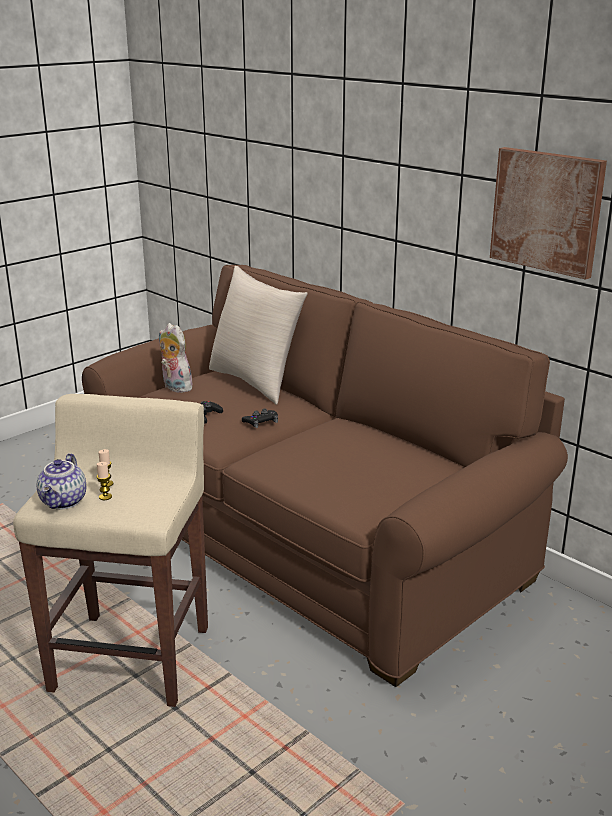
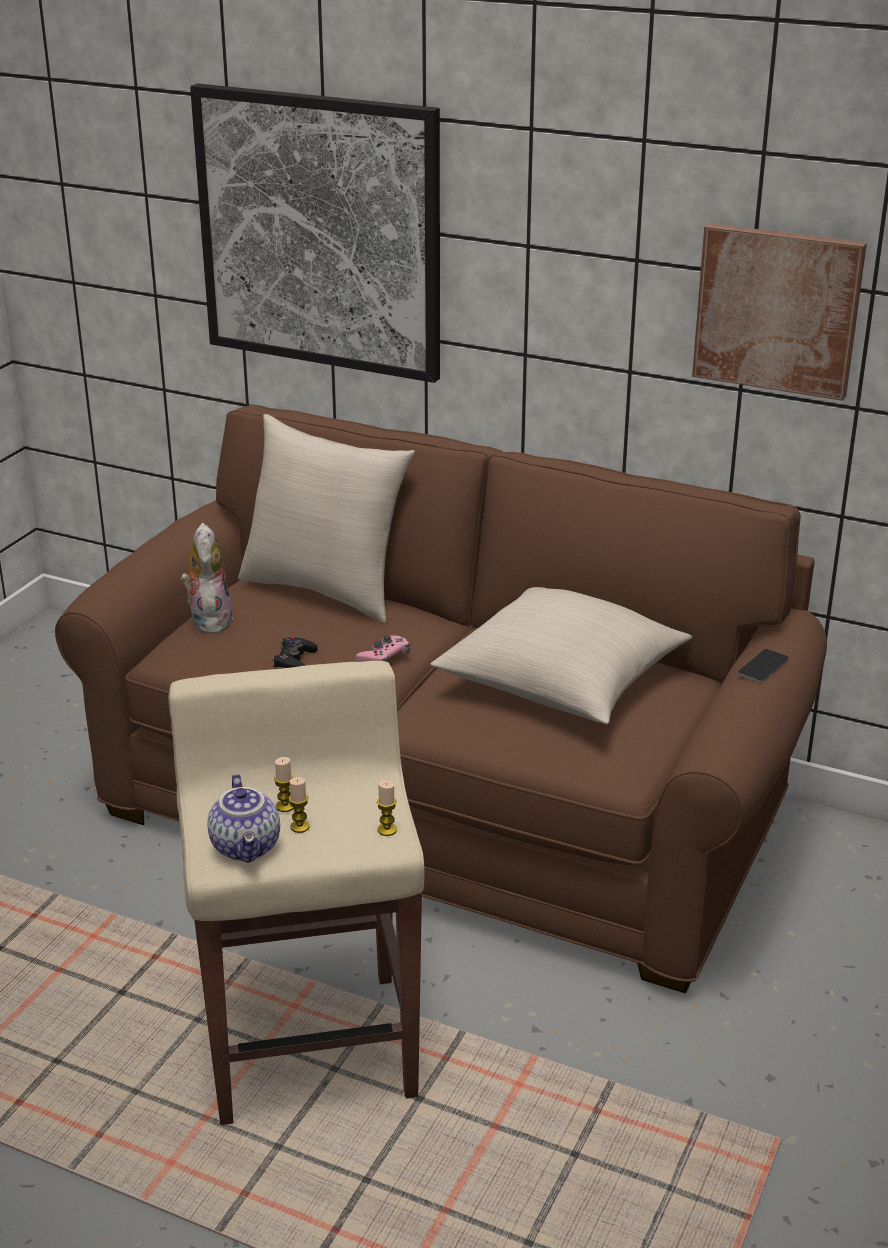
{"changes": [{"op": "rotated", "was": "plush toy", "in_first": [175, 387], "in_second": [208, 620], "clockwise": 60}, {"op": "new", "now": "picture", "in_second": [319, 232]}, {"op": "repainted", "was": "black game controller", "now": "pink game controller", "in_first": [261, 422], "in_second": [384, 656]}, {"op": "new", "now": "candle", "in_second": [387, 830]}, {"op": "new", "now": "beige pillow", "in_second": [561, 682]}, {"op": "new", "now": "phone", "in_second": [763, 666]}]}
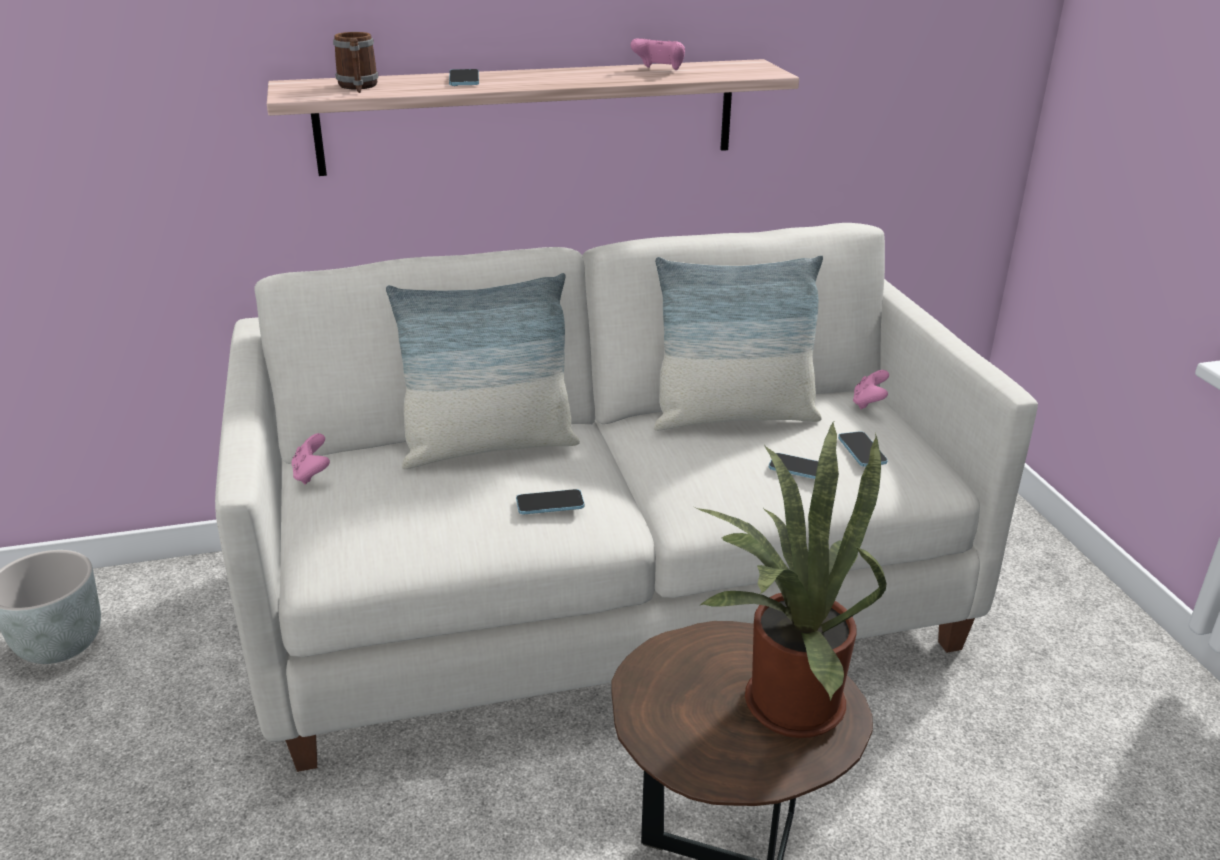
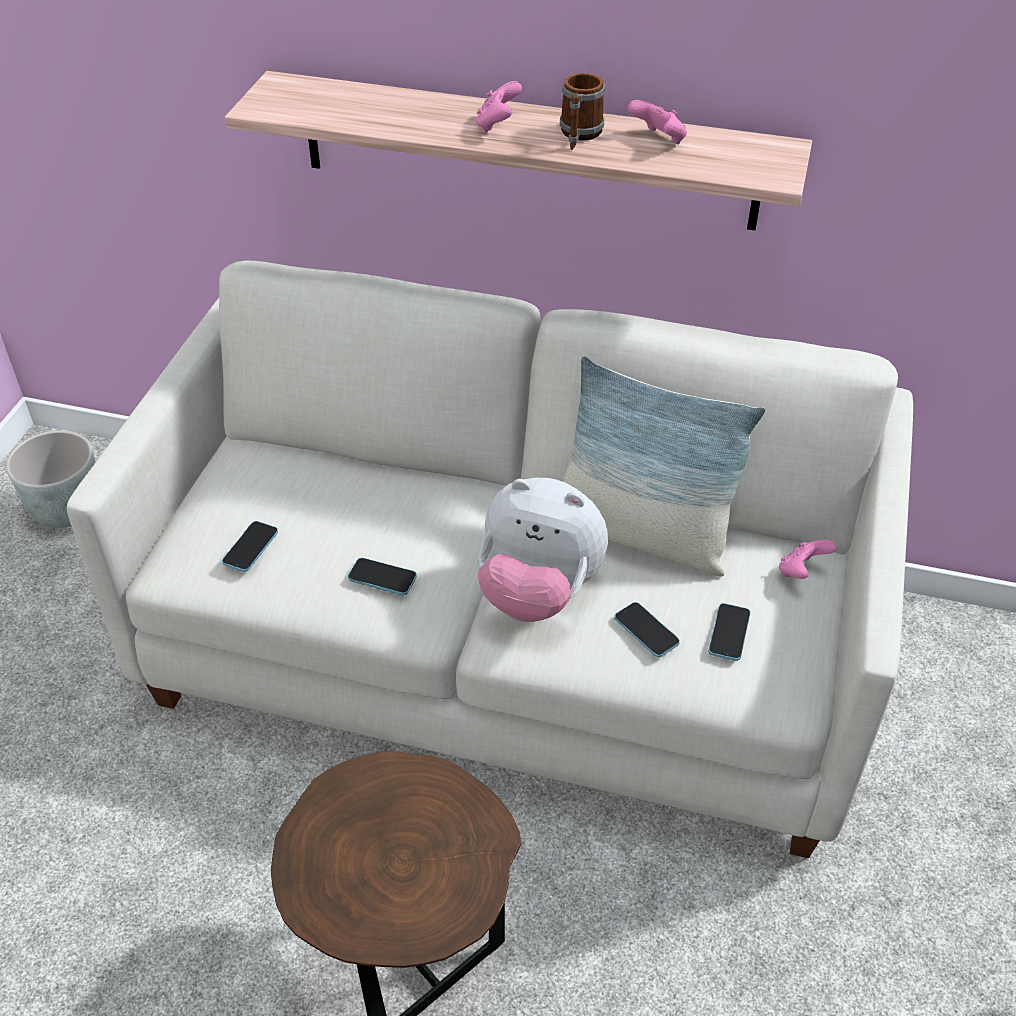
{"changes": [{"op": "shifted", "was": "phone", "in_first": [464, 79], "in_second": [250, 547]}, {"op": "shifted", "was": "pink game controller", "in_first": [312, 474], "in_second": [497, 125]}, {"op": "new", "now": "plush toy", "in_second": [538, 592]}, {"op": "shifted", "was": "mug", "in_first": [358, 87], "in_second": [579, 135]}, {"op": "gone", "was": "pillow", "in_first": [489, 447]}, {"op": "gone", "was": "potted plant", "in_first": [783, 702]}]}
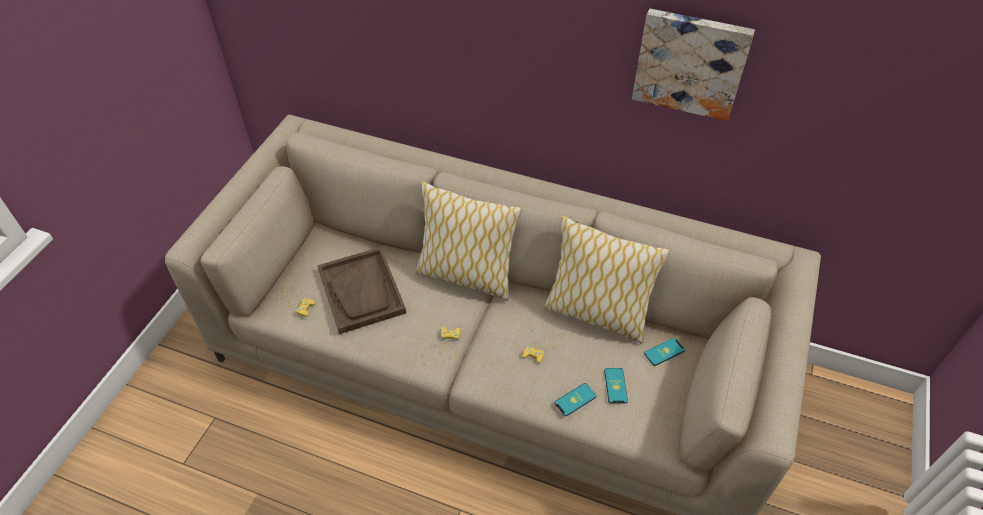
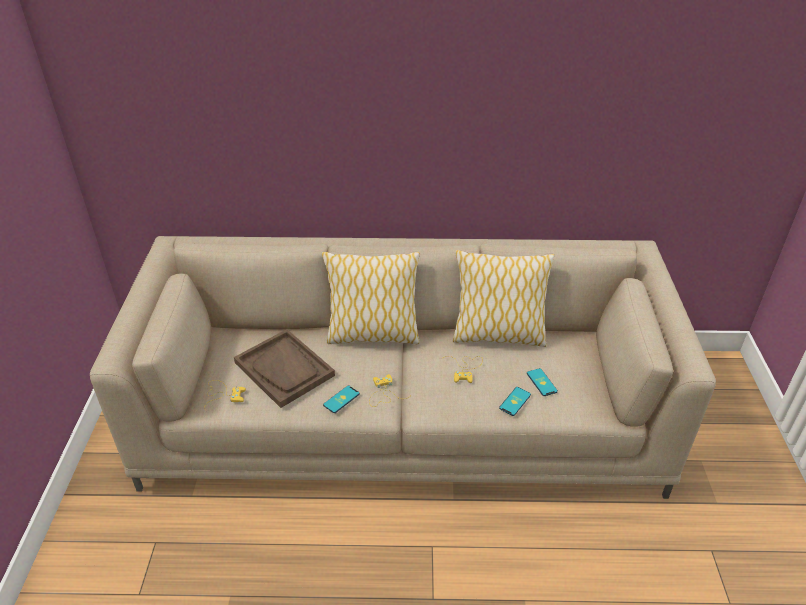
{"changes": [{"op": "shifted", "was": "phone", "in_first": [664, 352], "in_second": [341, 399]}, {"op": "gone", "was": "picture", "in_first": [690, 63]}]}
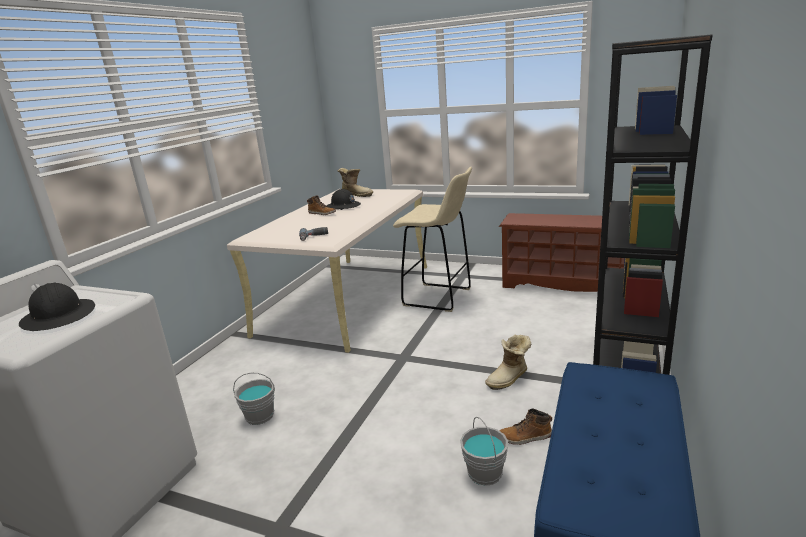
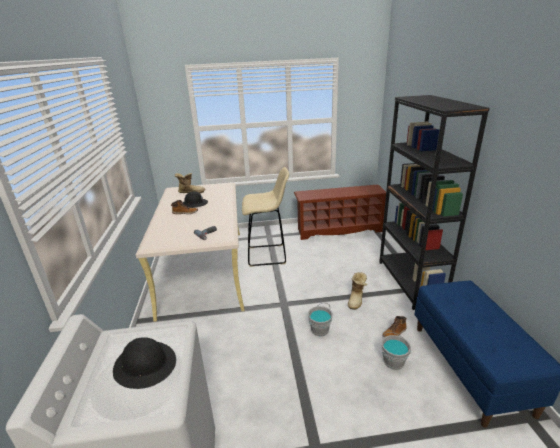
{"changes": [{"op": "shifted", "was": "grey bucket", "in_first": [259, 416], "in_second": [320, 330]}]}
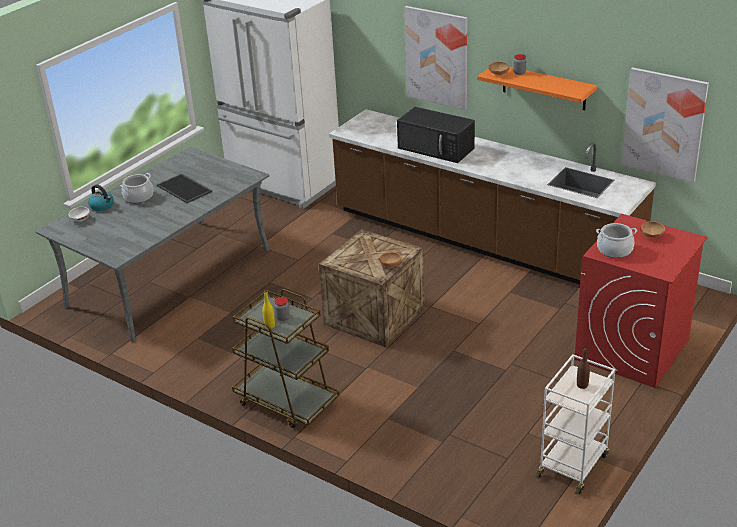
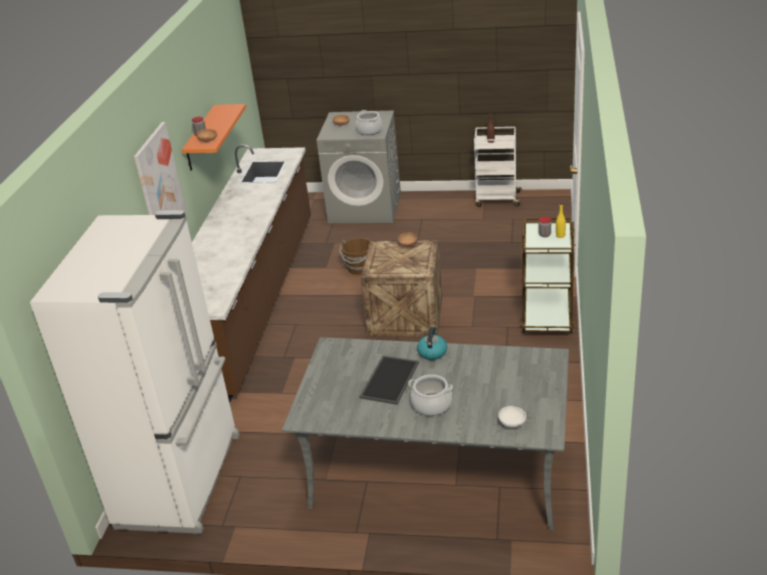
{"changes": [{"op": "repainted", "was": "red washing machine", "now": "grey washing machine", "in_first": [632, 350], "in_second": [365, 208]}, {"op": "new", "now": "brown bucket", "in_second": [359, 268]}, {"op": "shifted", "was": "kettle", "in_first": [102, 206], "in_second": [432, 352]}, {"op": "gone", "was": "black microwave", "in_first": [437, 148]}, {"op": "gone", "was": "picture", "in_first": [664, 124]}]}
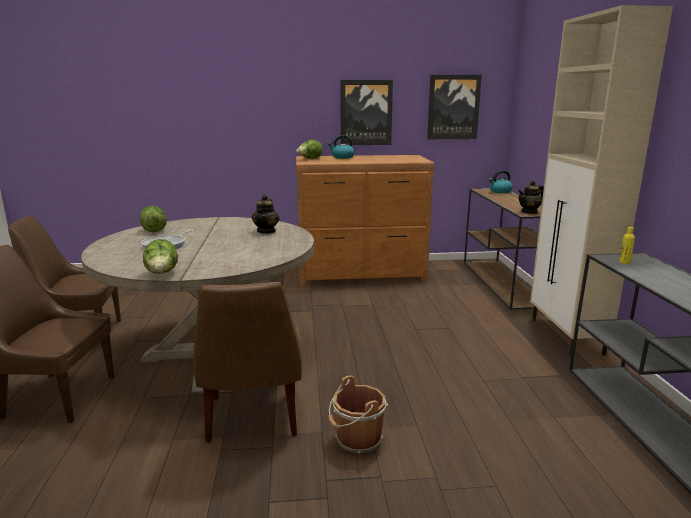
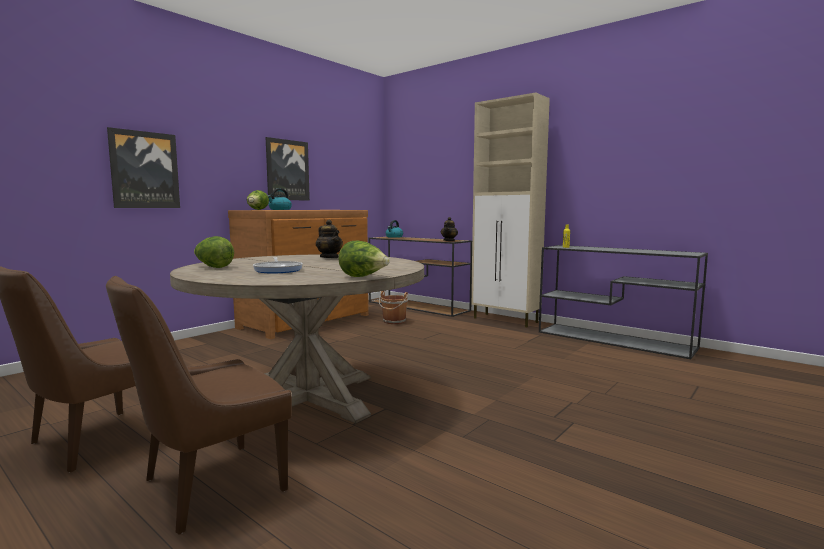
{"changes": [{"op": "shifted", "was": "picture", "in_first": [453, 107], "in_second": [144, 170]}, {"op": "shifted", "was": "brown bucket", "in_first": [357, 441], "in_second": [394, 321]}, {"op": "gone", "was": "brown chair", "in_first": [253, 418]}]}
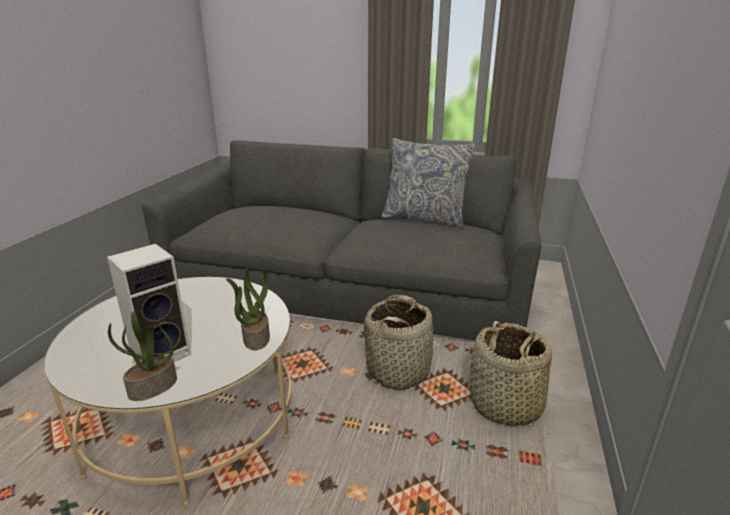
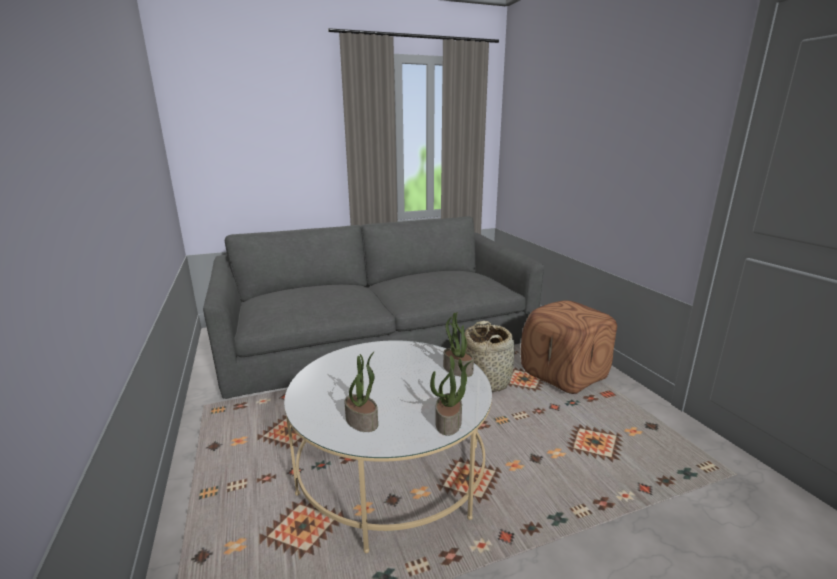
{"changes": [{"op": "new", "now": "potted plant", "in_second": [362, 421]}, {"op": "swapped", "was": "basket", "now": "brown ottoman", "in_first": [505, 405], "in_second": [564, 374]}, {"op": "gone", "was": "speaker", "in_first": [162, 353]}, {"op": "gone", "was": "pillow", "in_first": [424, 218]}]}
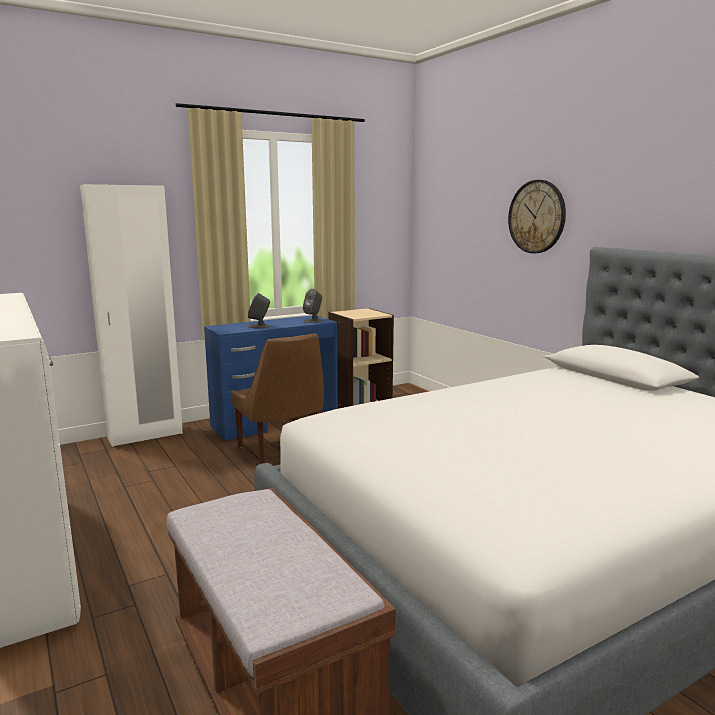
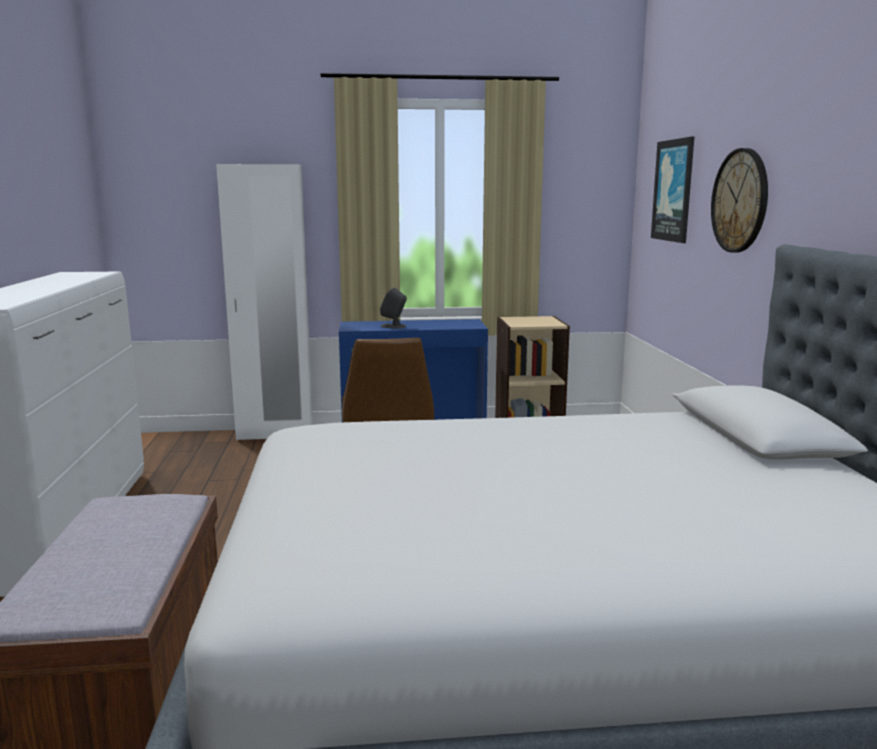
{"changes": [{"op": "new", "now": "picture", "in_second": [673, 190]}, {"op": "gone", "was": "grey speaker", "in_first": [313, 321]}]}
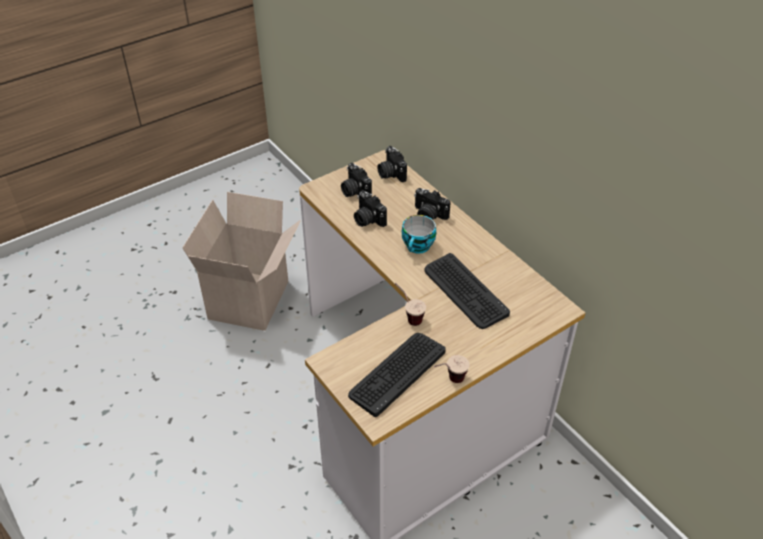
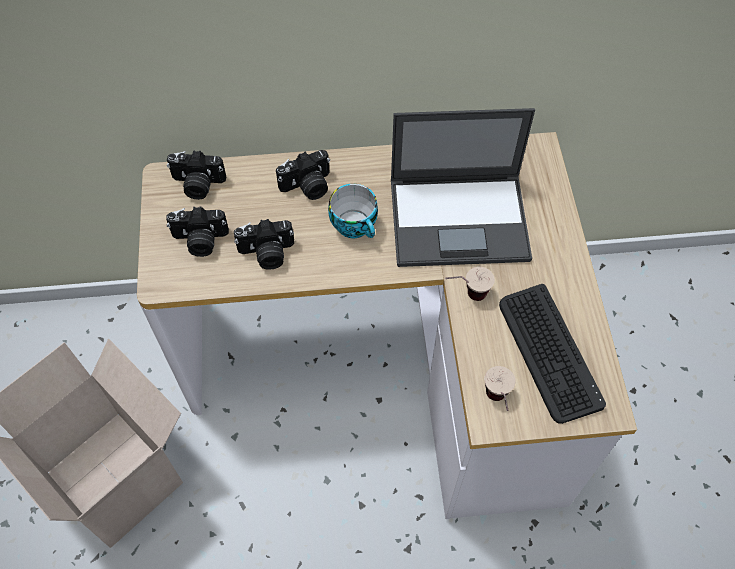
{"changes": [{"op": "swapped", "was": "keyboard", "now": "laptop", "in_first": [465, 291], "in_second": [460, 219]}, {"op": "shifted", "was": "cup", "in_first": [449, 381], "in_second": [497, 403]}]}
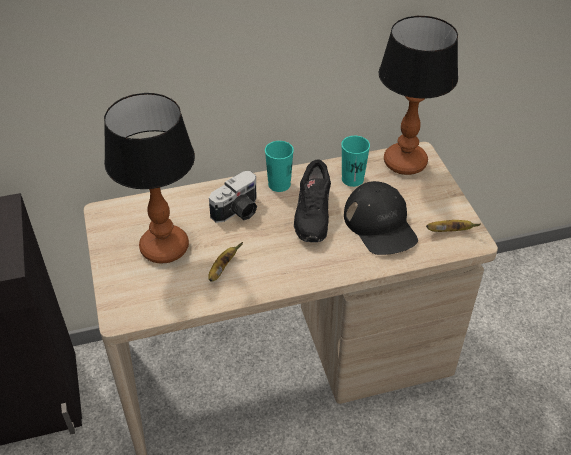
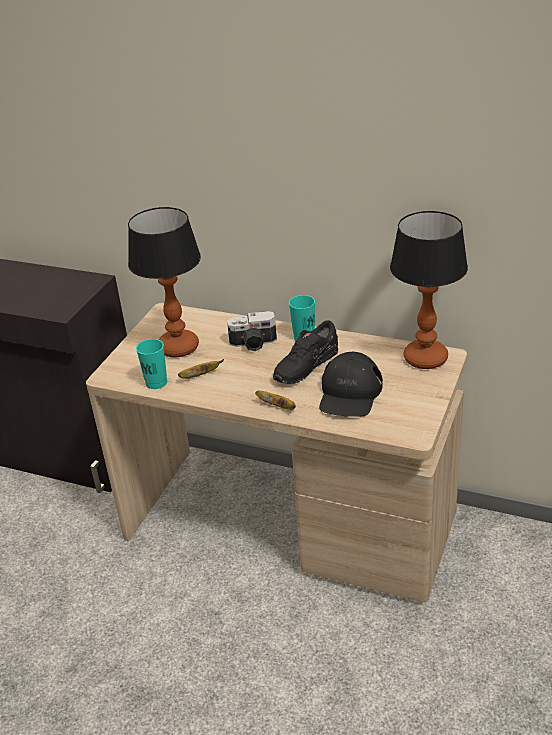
{"changes": [{"op": "shifted", "was": "turquoise cup", "in_first": [352, 179], "in_second": [156, 383]}, {"op": "shifted", "was": "banana", "in_first": [449, 231], "in_second": [278, 407]}]}
